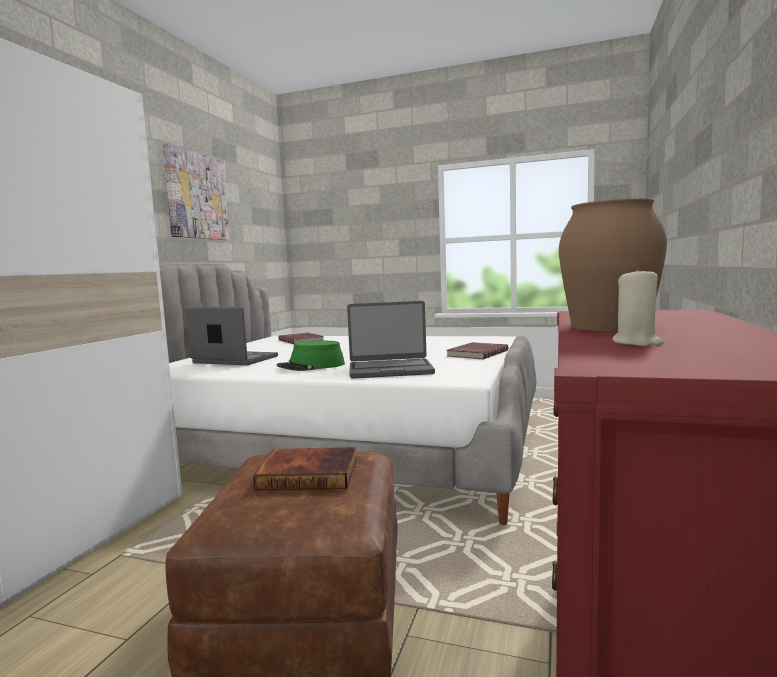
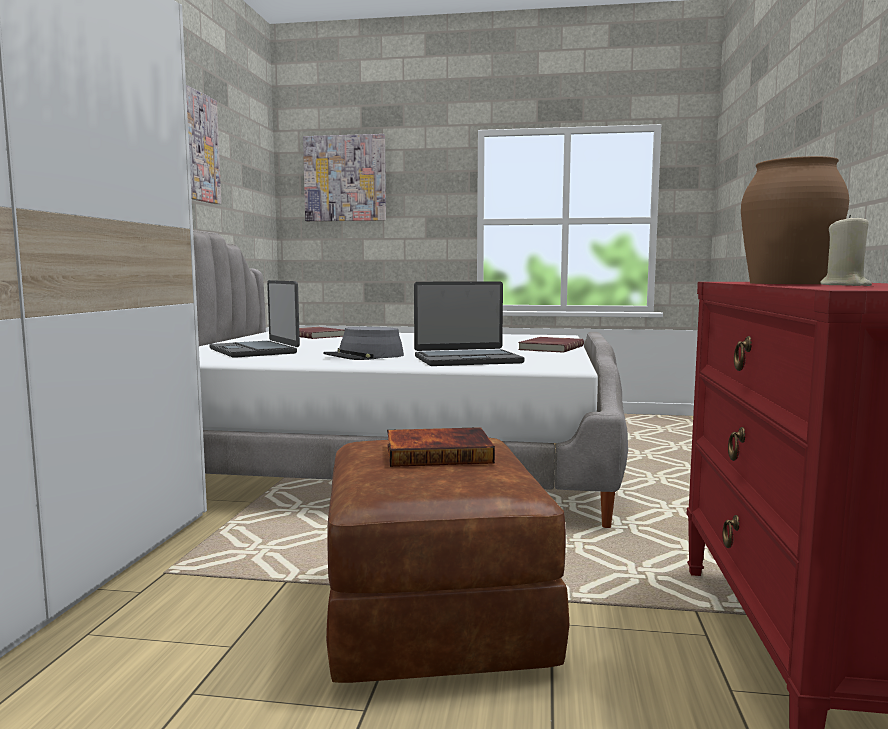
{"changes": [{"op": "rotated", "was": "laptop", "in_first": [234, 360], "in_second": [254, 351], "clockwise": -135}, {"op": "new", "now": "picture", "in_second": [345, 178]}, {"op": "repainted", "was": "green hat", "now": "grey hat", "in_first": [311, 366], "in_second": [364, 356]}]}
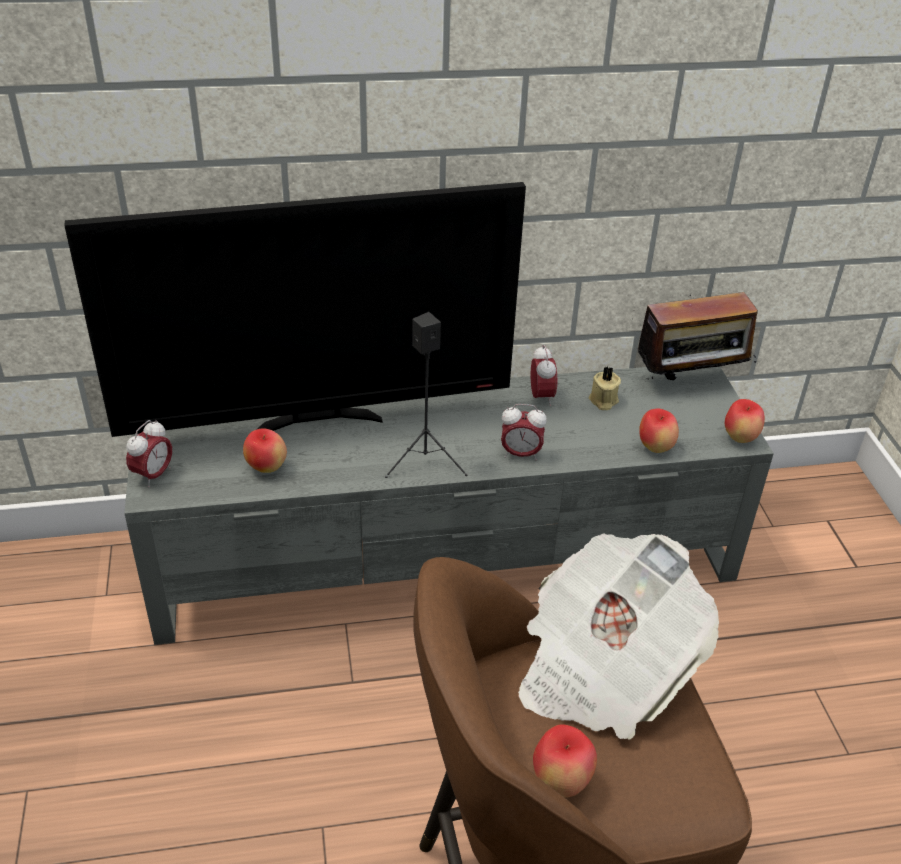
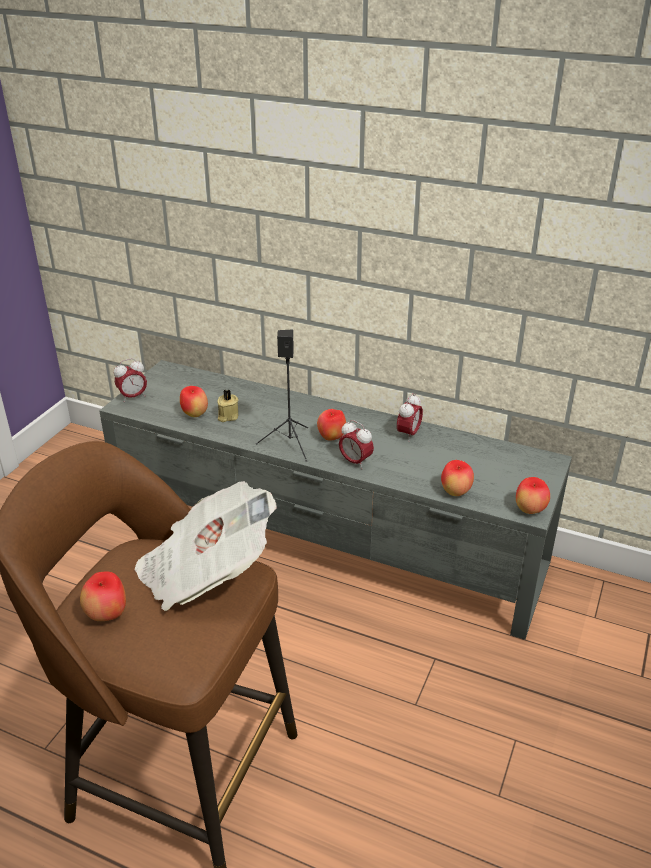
{"changes": [{"op": "shifted", "was": "beige candle", "in_first": [603, 401], "in_second": [227, 416]}, {"op": "new", "now": "apple", "in_second": [331, 437]}, {"op": "gone", "was": "television", "in_first": [317, 421]}, {"op": "gone", "was": "radio", "in_first": [689, 382]}]}
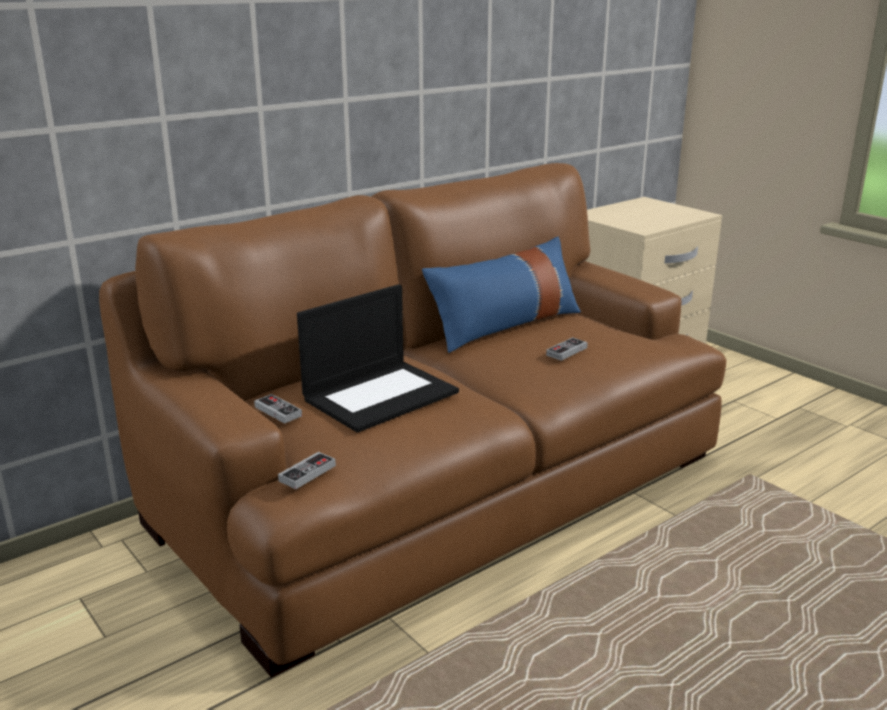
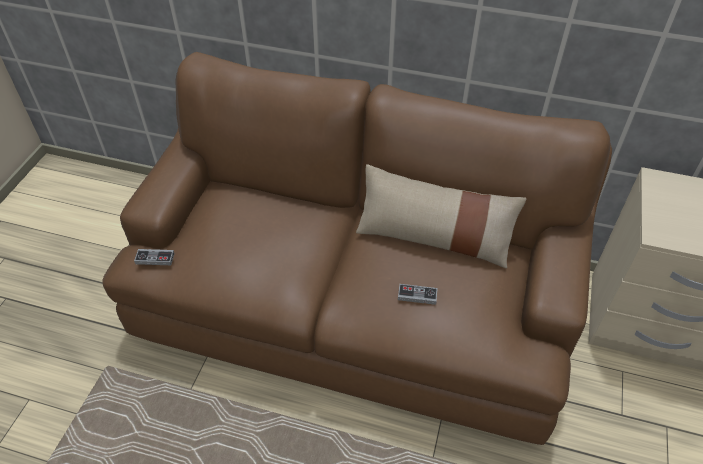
{"changes": [{"op": "repainted", "was": "blue pillow", "now": "beige pillow", "in_first": [505, 325], "in_second": [433, 237]}, {"op": "gone", "was": "game controller", "in_first": [278, 411]}, {"op": "gone", "was": "laptop", "in_first": [381, 395]}]}
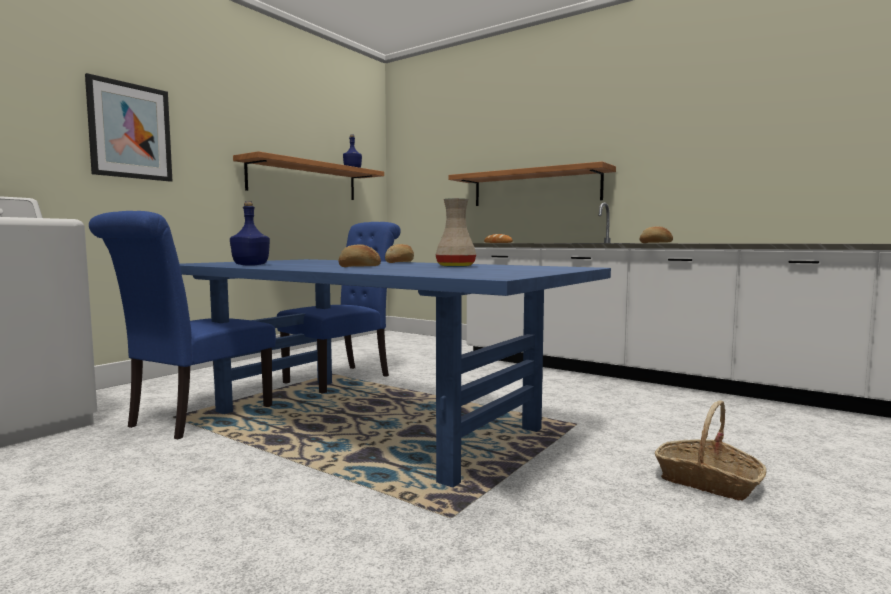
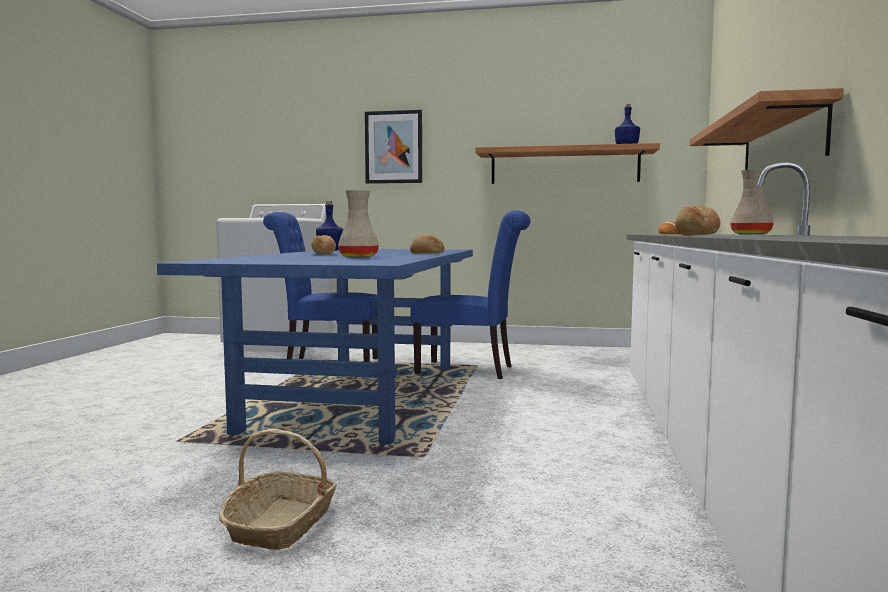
{"changes": [{"op": "new", "now": "beige vase", "in_second": [750, 234]}]}
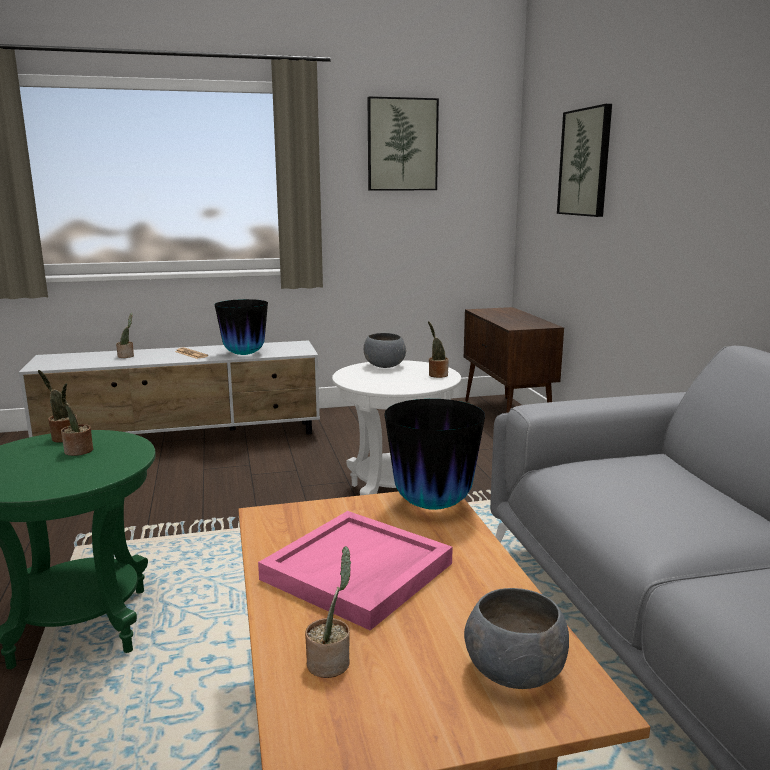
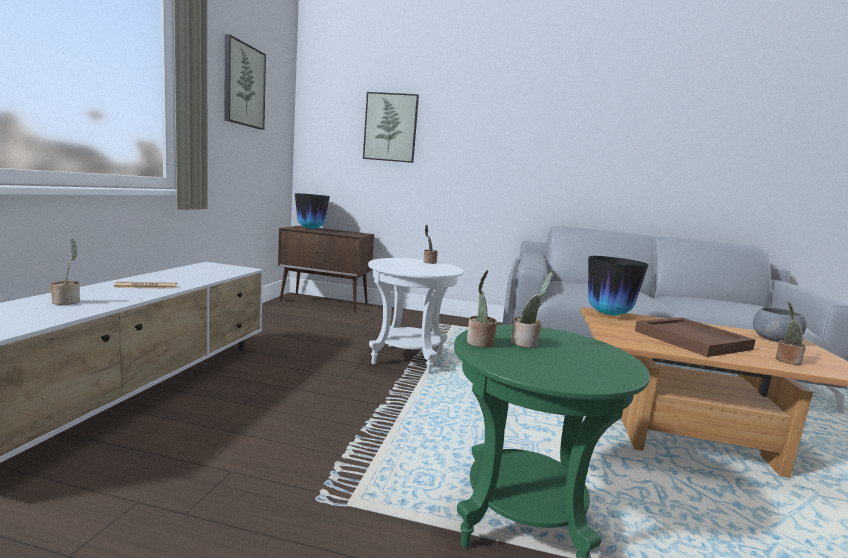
{"changes": [{"op": "shifted", "was": "vase", "in_first": [244, 354], "in_second": [310, 229]}, {"op": "repainted", "was": "pink tray", "now": "brown tray", "in_first": [357, 572], "in_second": [693, 340]}, {"op": "gone", "was": "grey bowl", "in_first": [384, 366]}]}
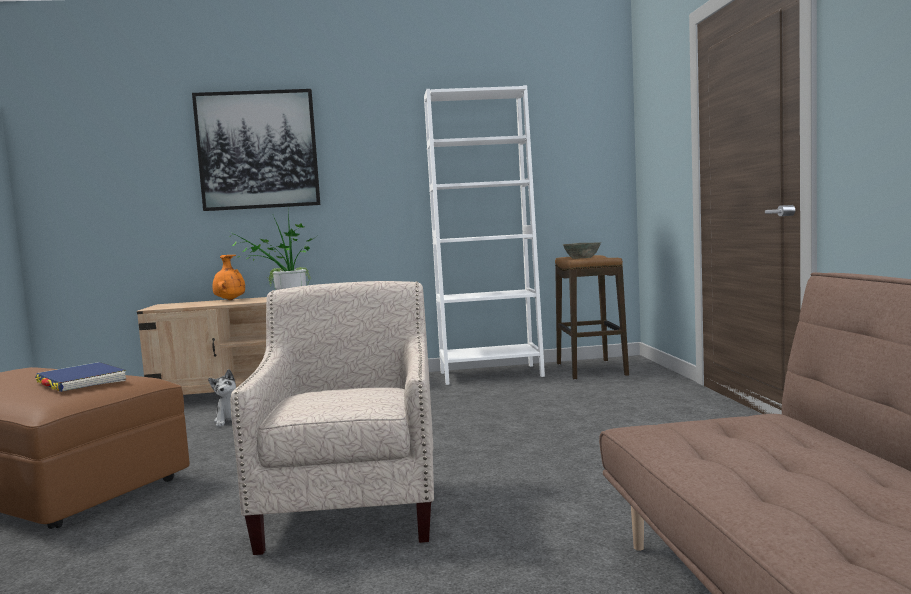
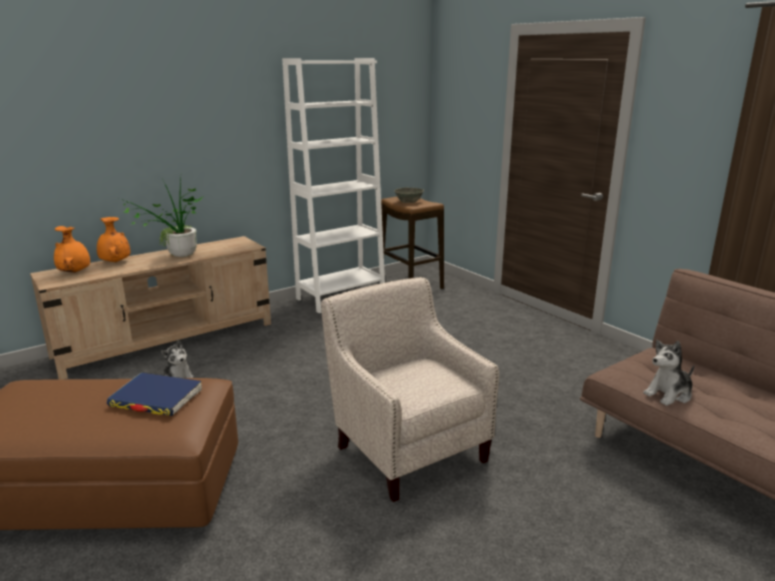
{"changes": [{"op": "new", "now": "orange vase", "in_second": [75, 272]}, {"op": "new", "now": "plush toy", "in_second": [669, 394]}, {"op": "gone", "was": "picture", "in_first": [258, 150]}]}
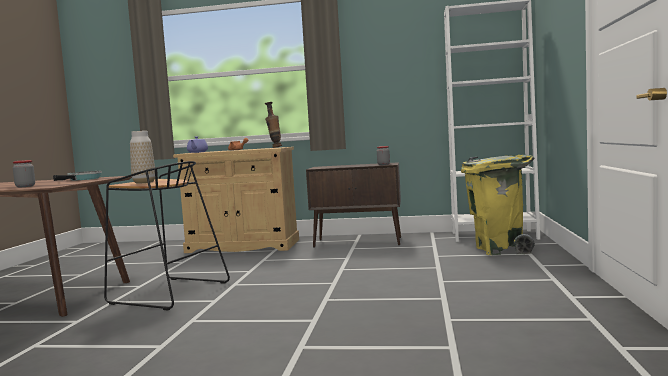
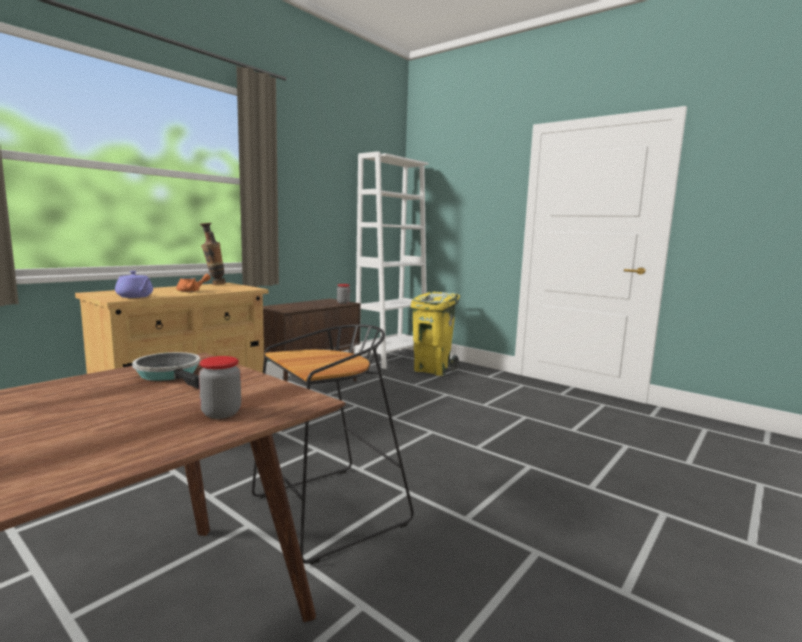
{"changes": [{"op": "gone", "was": "vase", "in_first": [144, 182]}]}
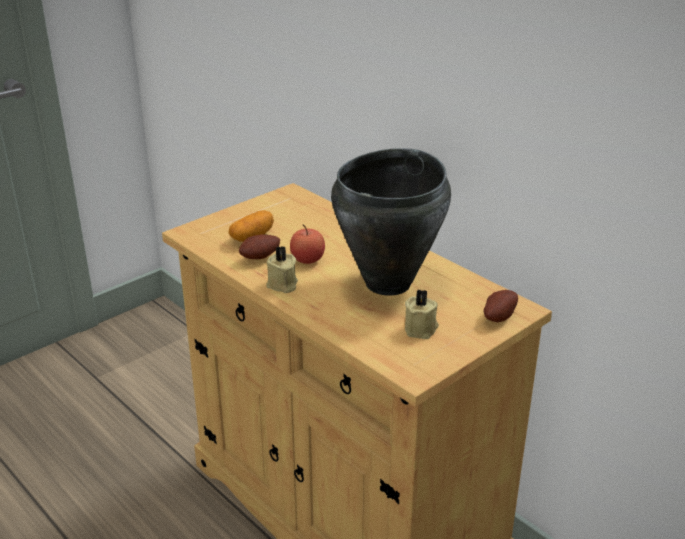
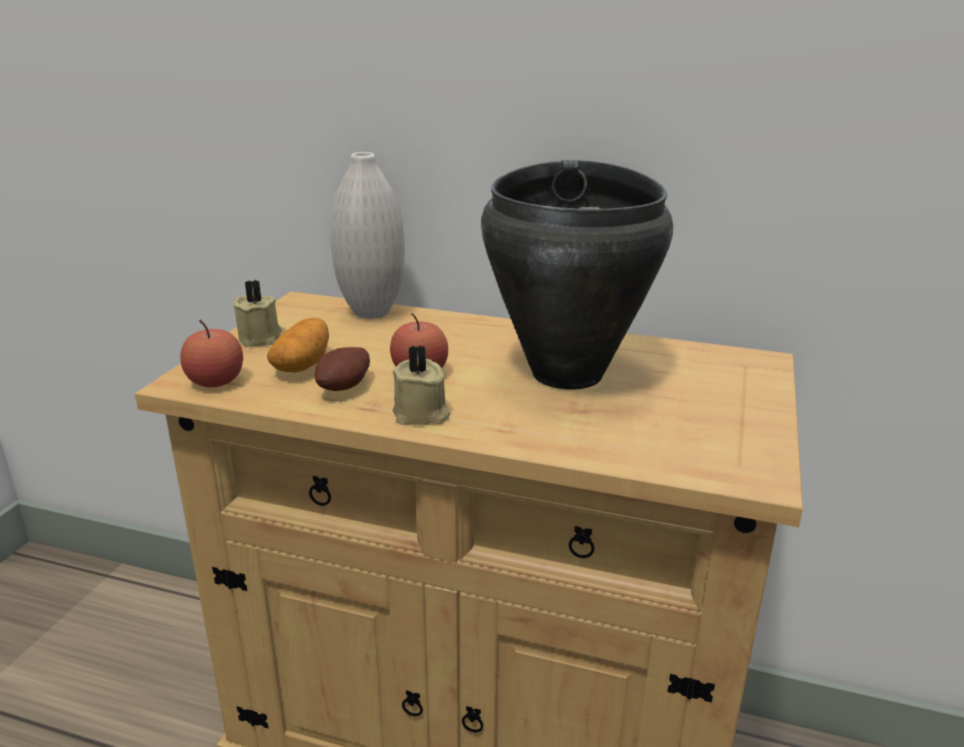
{"changes": [{"op": "new", "now": "apple", "in_second": [215, 381]}, {"op": "shifted", "was": "beige candle", "in_first": [421, 329], "in_second": [261, 337]}, {"op": "new", "now": "white vase", "in_second": [371, 312]}, {"op": "gone", "was": "potato", "in_first": [498, 317]}]}
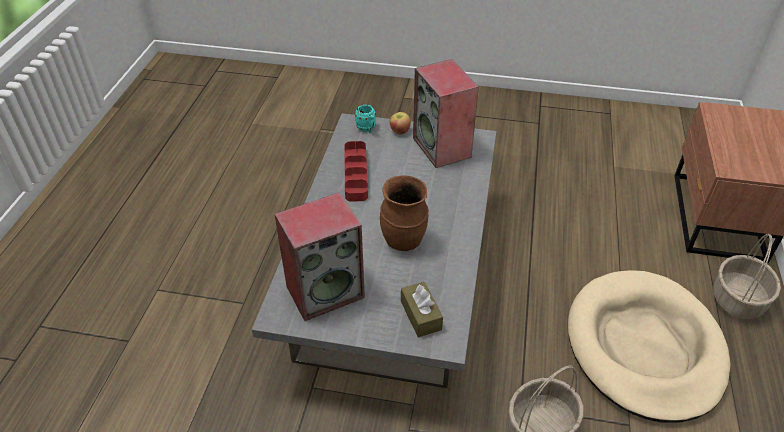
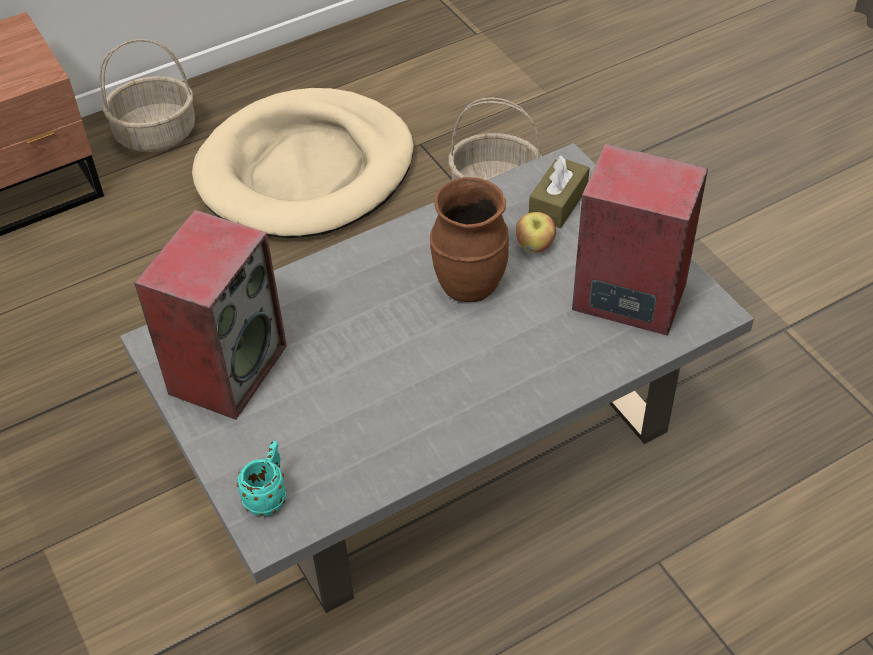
{"changes": [{"op": "shifted", "was": "apple", "in_first": [399, 131], "in_second": [535, 246]}, {"op": "gone", "was": "red tray", "in_first": [356, 174]}]}
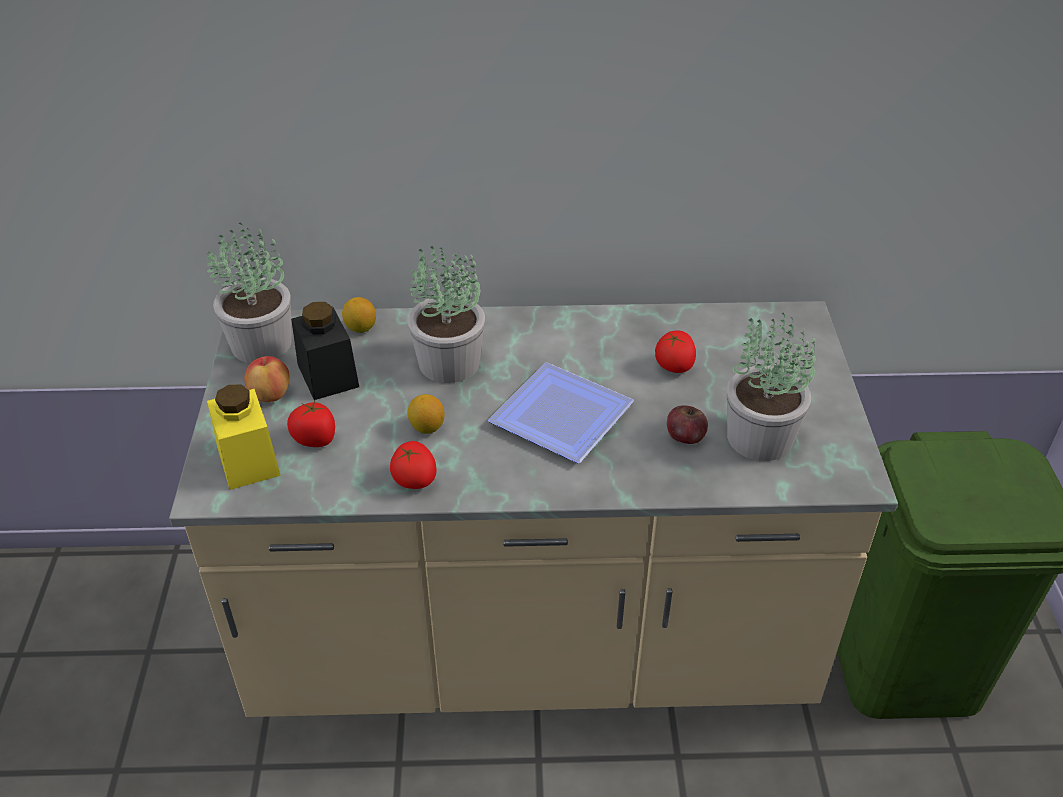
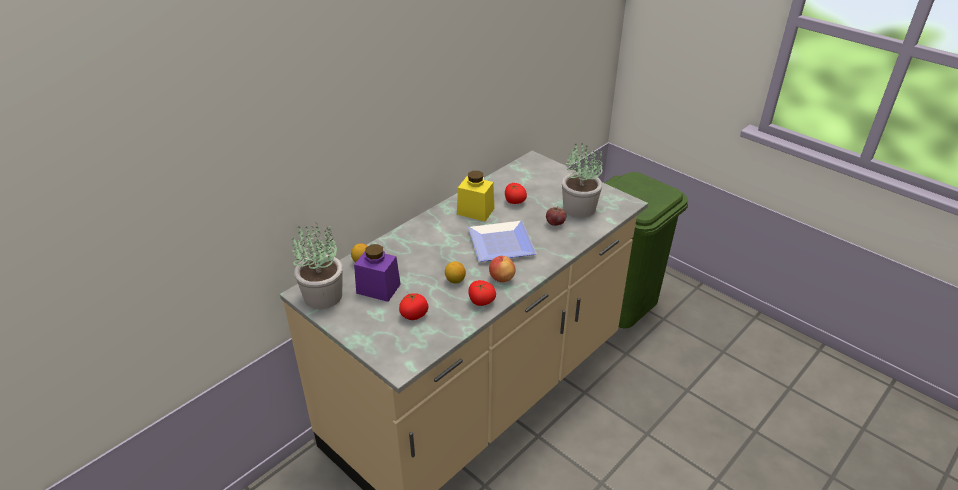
{"changes": [{"op": "repainted", "was": "black jar", "now": "purple jar", "in_first": [328, 375], "in_second": [378, 288]}, {"op": "shifted", "was": "yellow jar", "in_first": [248, 461], "in_second": [475, 211]}, {"op": "shifted", "was": "apple", "in_first": [270, 395], "in_second": [501, 278]}, {"op": "gone", "was": "potted plant", "in_first": [449, 363]}]}
